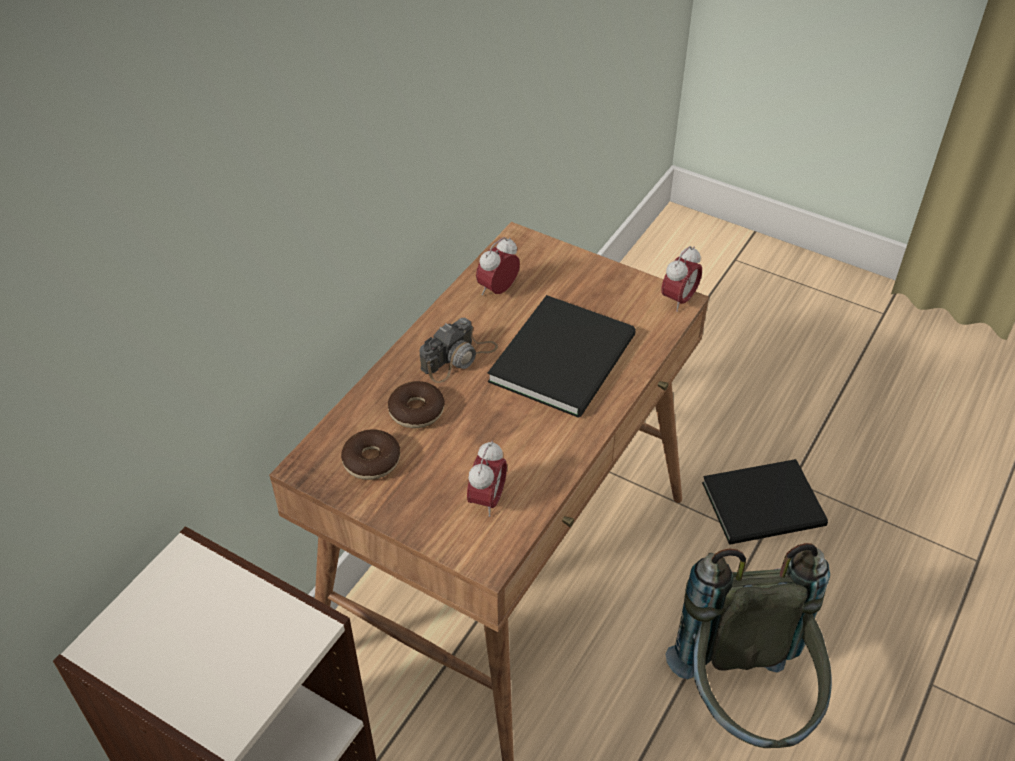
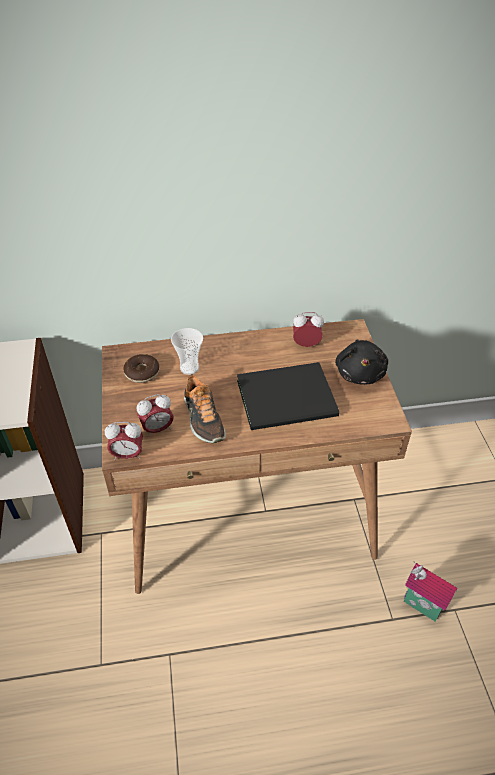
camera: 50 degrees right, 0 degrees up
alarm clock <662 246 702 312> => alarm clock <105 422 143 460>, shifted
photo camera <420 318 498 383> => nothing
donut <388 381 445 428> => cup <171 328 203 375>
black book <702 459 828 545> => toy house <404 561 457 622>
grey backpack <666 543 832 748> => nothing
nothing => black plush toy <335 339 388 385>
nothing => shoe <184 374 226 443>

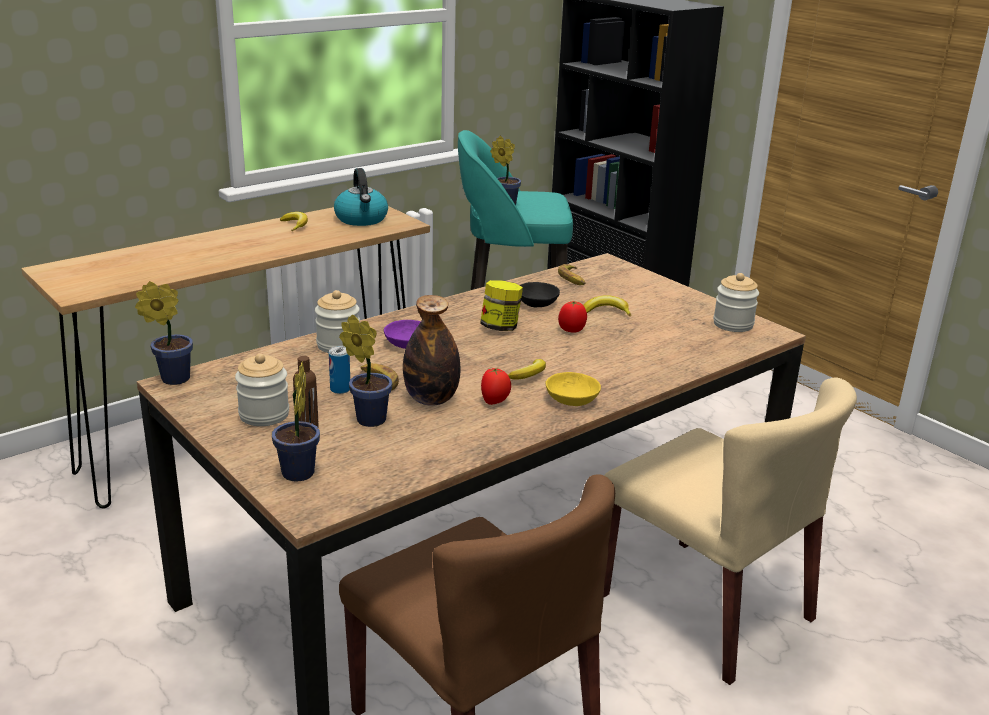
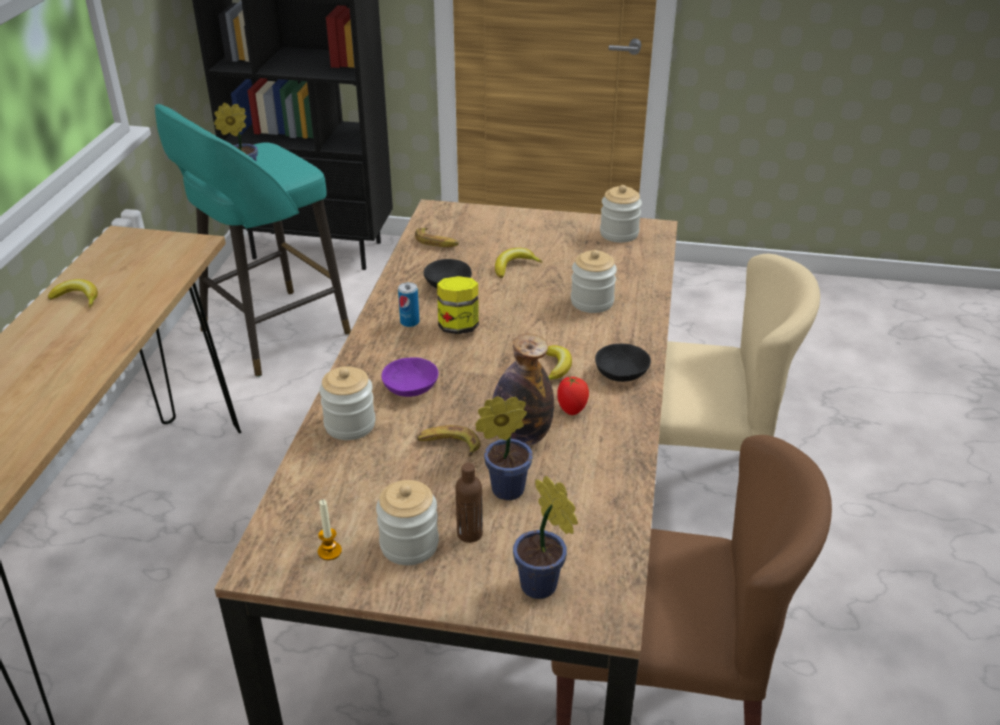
camera: 40 degrees left, 10 degrees up
kettle <334 168 388 226> => nothing
potted plant <135 281 193 385> => nothing
tomato <558 301 587 333> => nothing
can <329 346 350 394> => can <398 282 419 327>, shifted
yellow bowl <545 372 601 406> => black bowl <595 344 651 382>
nothing => jar <571 250 617 313>
nothing => candle <318 499 342 560>

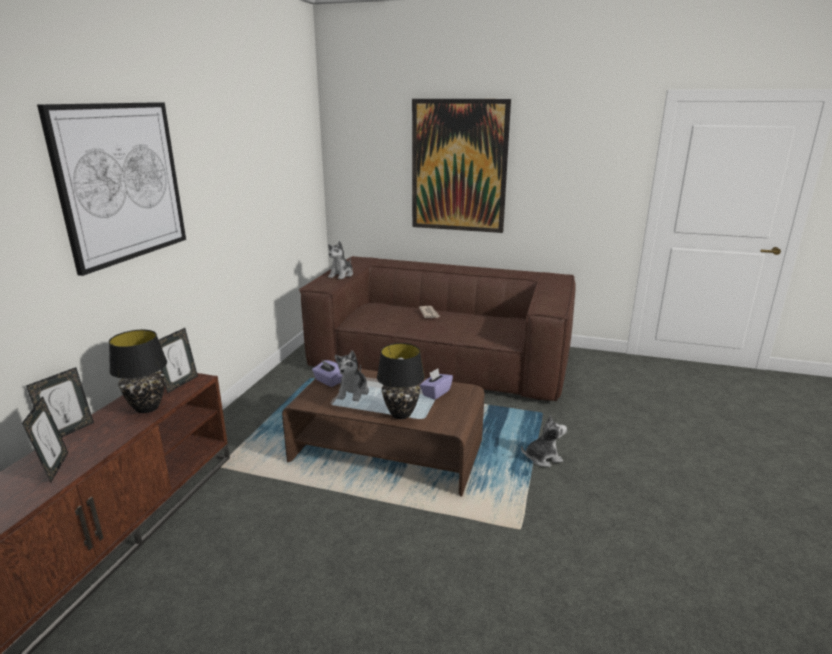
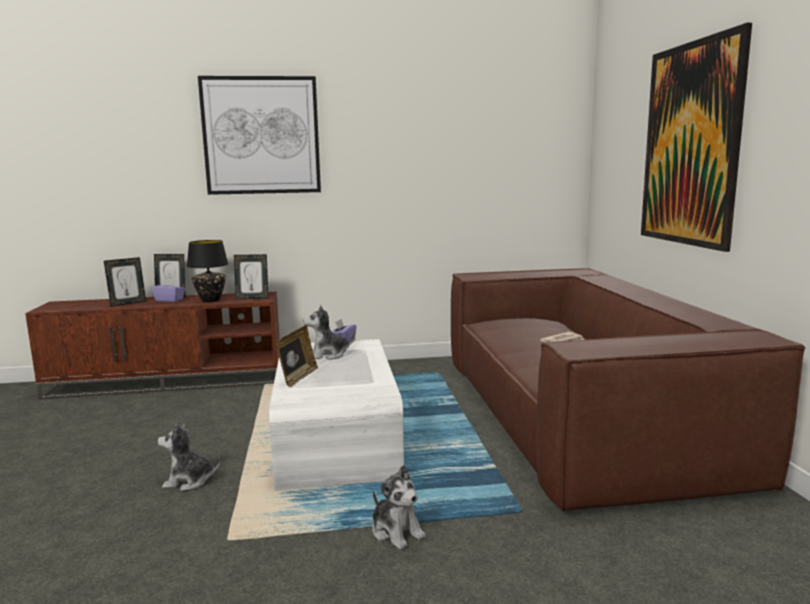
camera: 65 degrees right, 10 degrees down
plush toy <328 241 353 279> => plush toy <158 422 221 491>, shifted
black table lamp <377 343 425 419> => picture frame <276 325 319 387>
brown coffee table <282 368 485 497> => white coffee table <269 339 404 491>
purple tissue box <420 369 453 400> => purple tissue box <151 278 185 302>, shifted

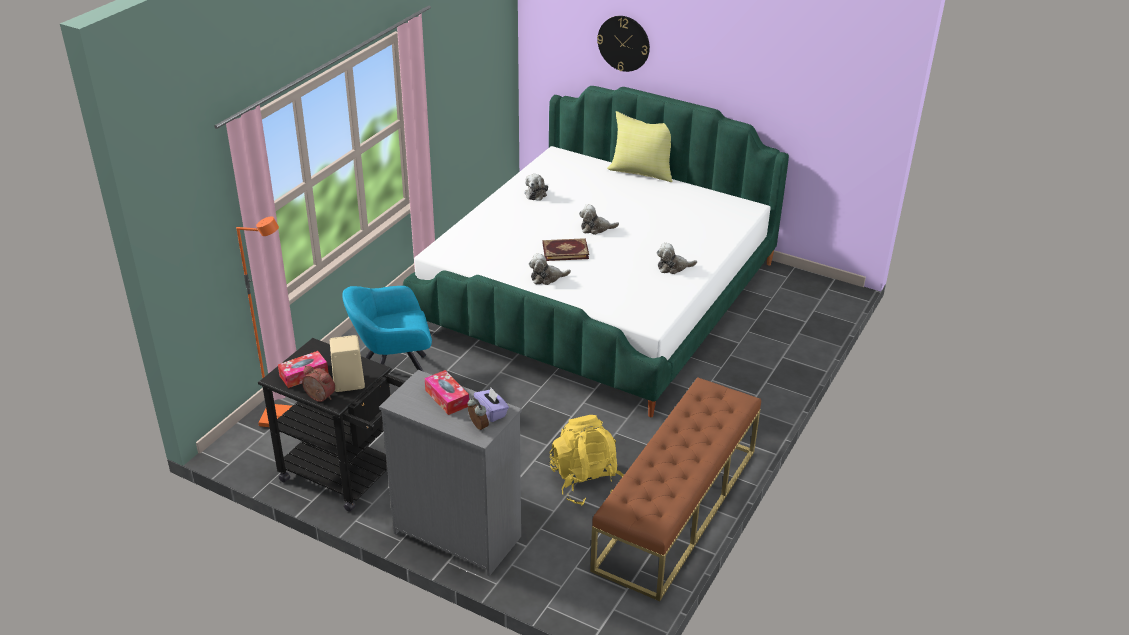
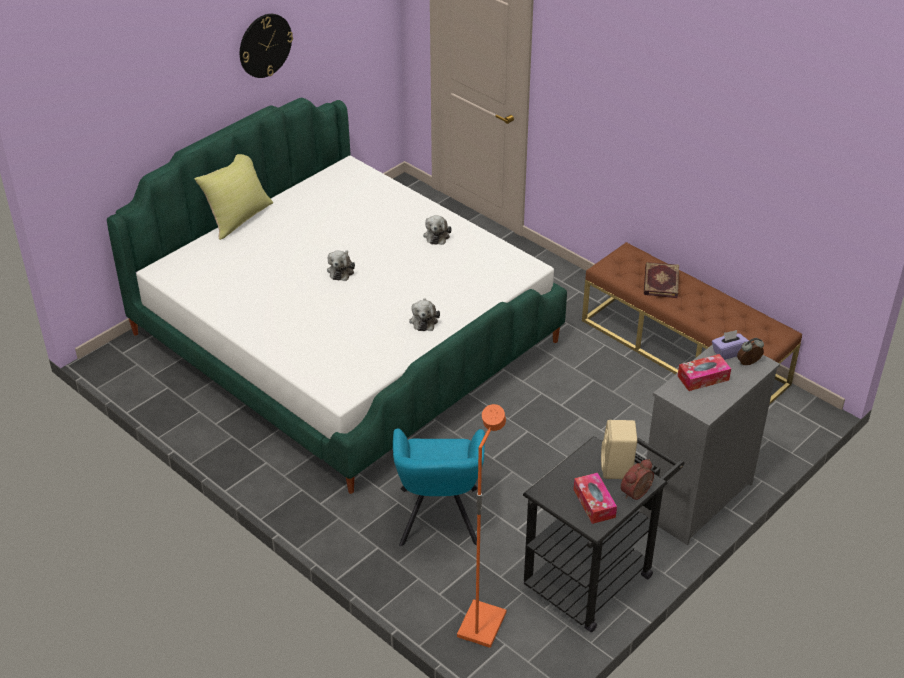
camera: 75 degrees left, 5 degrees up
wall clock <597 16 650 72> => wall clock <240 14 293 78>, shifted
plush toy <524 174 548 201> => nothing
book <543 238 589 261> => book <644 262 679 298>, shifted
yellow backpack <549 415 624 506> => nothing

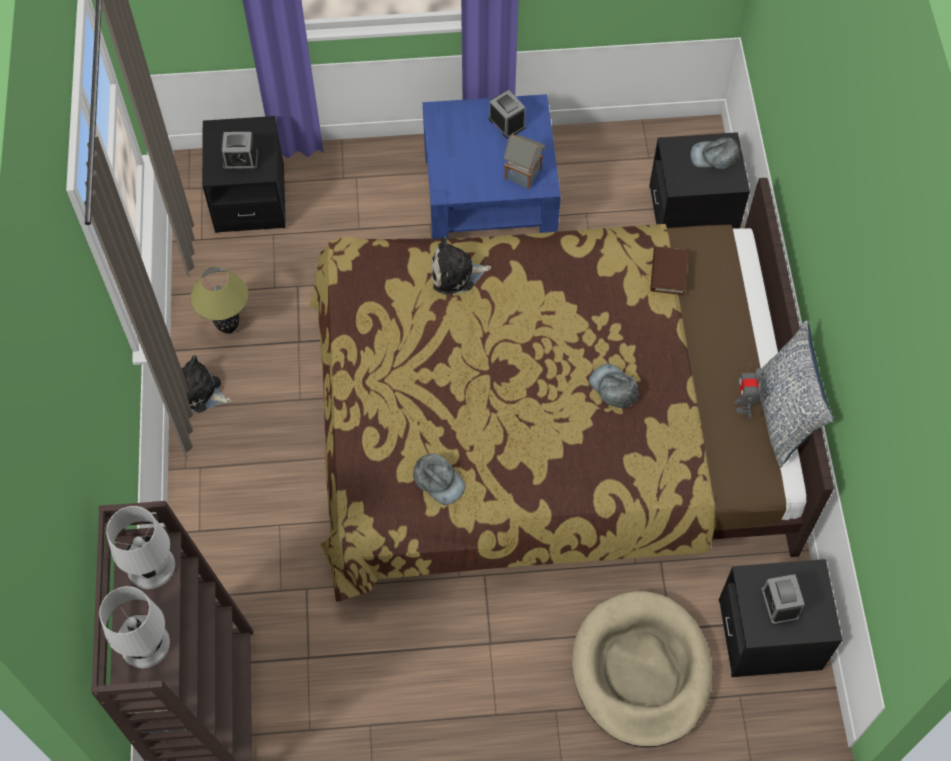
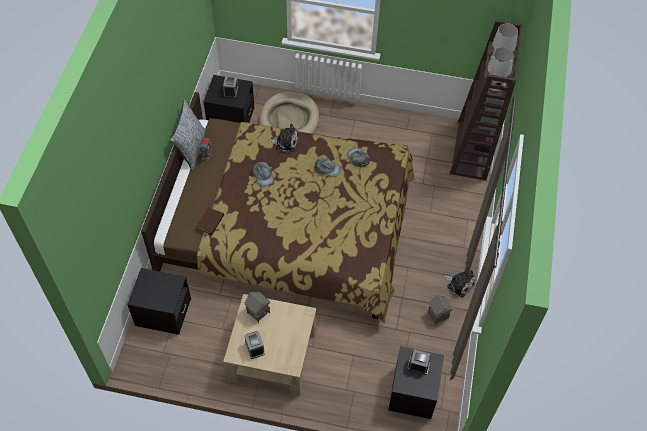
camera: 165 degrees left, 5 degrees down
blue coffee table <423 94 561 239> => beige coffee table <223 294 316 396>
grey cap <690 138 740 169> => grey cap <314 157 341 177>, shifted
plush toy <432 236 491 295> => plush toy <268 124 299 152>, shifted
table lamp <191 266 248 334> => toy house <428 295 453 324>

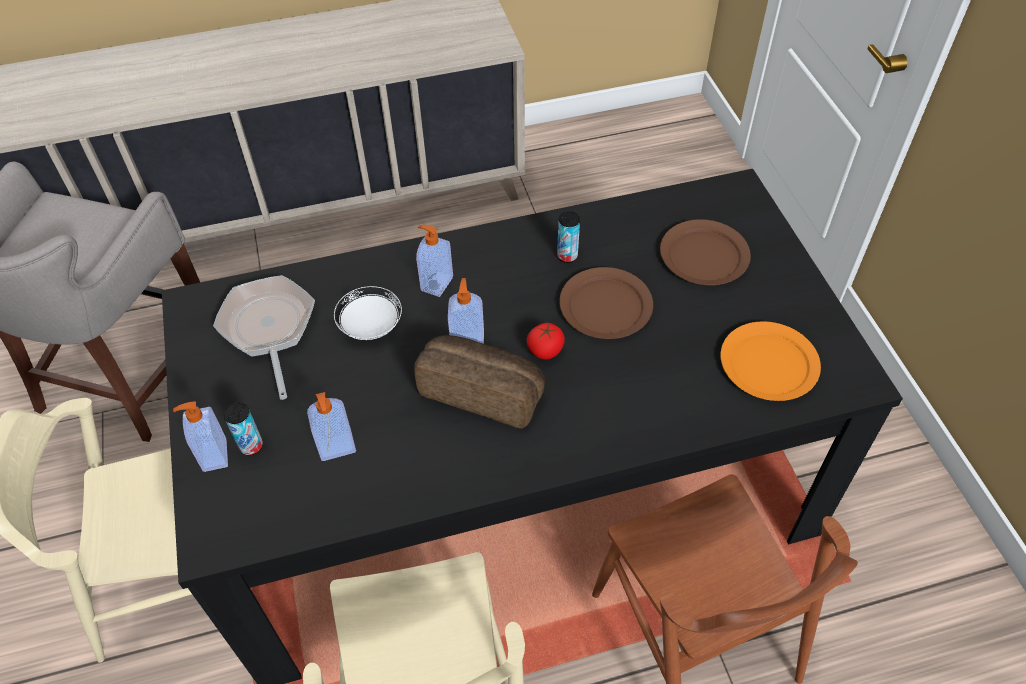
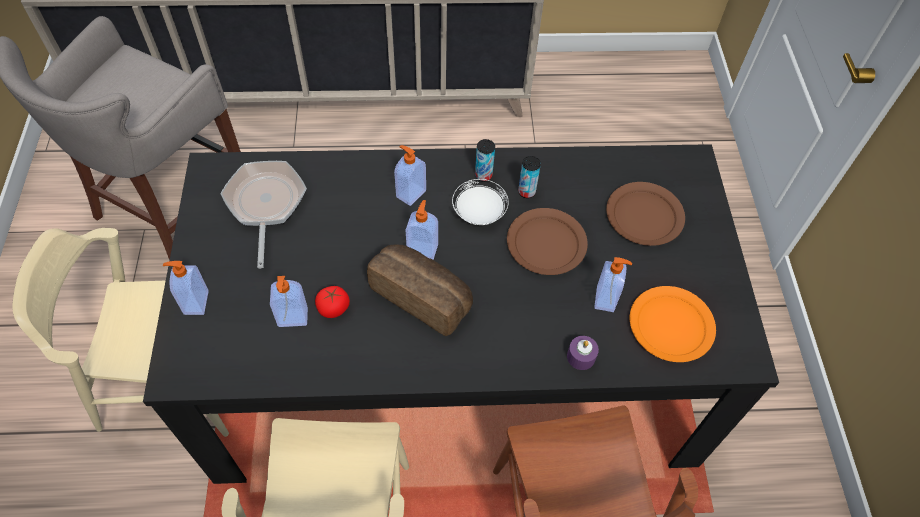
camera: 10 degrees right, 5 degrees up
white plate <334 286 402 340> => white plate <452 179 509 225>, shifted
tomato <526 323 565 359> => tomato <315 286 350 318>, shifted
can <223 402 263 455> => can <475 139 495 182>, shifted
nothing => soap dispenser <594 257 632 312>
nothing => purple candle <567 336 599 370>

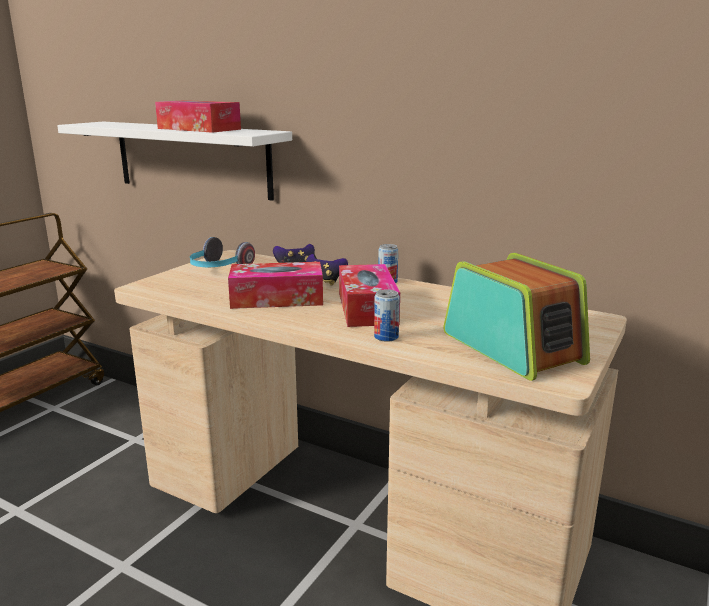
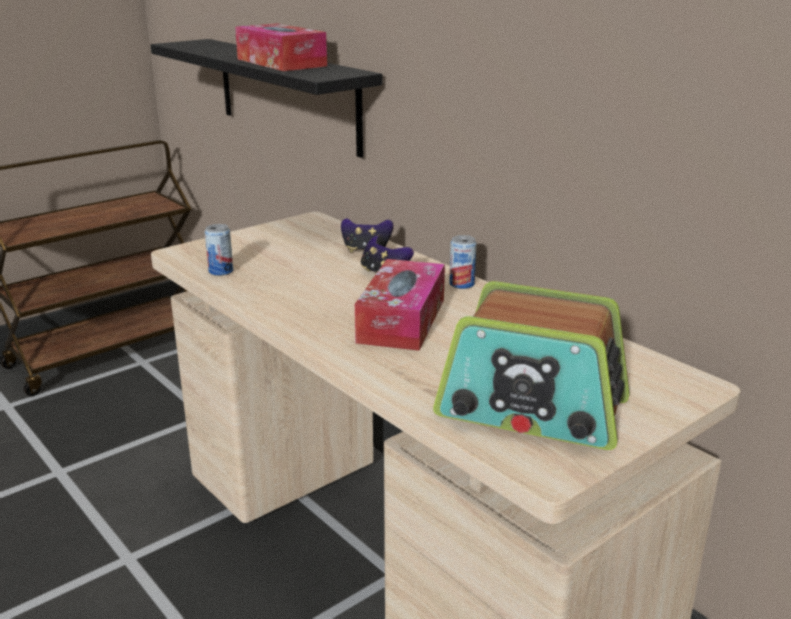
camera: 20 degrees right, 5 degrees up
white shelf <57 122 292 201> => black shelf <150 39 383 158>
headphones <190 237 255 267> => nothing
radio <444 253 590 381> => radio <433 281 630 450>, 120 degrees clockwise
tissue box <228 262 323 309> => nothing
can <374 289 400 342> => can <205 224 233 276>, shifted

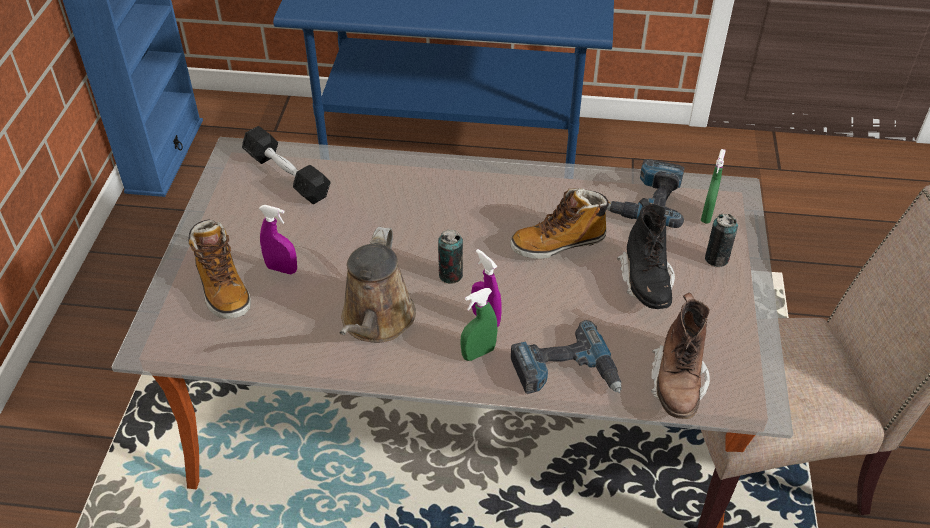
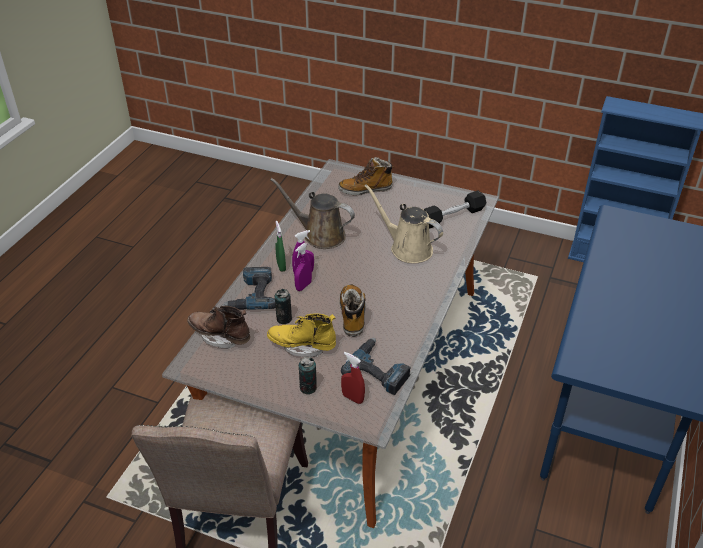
camera: 105 degrees right, 5 degrees down
green spray bottle <701 149 726 223> => red spray bottle <341 352 365 404>
black boot <617 198 675 309> => yellow boot <267 313 336 357>
purple spray bottle <259 205 297 274> => purple spray bottle <294 243 312 291>, shifted
can <438 230 463 284> => can <275 289 292 324>, shifted
nothing => beige watering can <365 184 443 263>

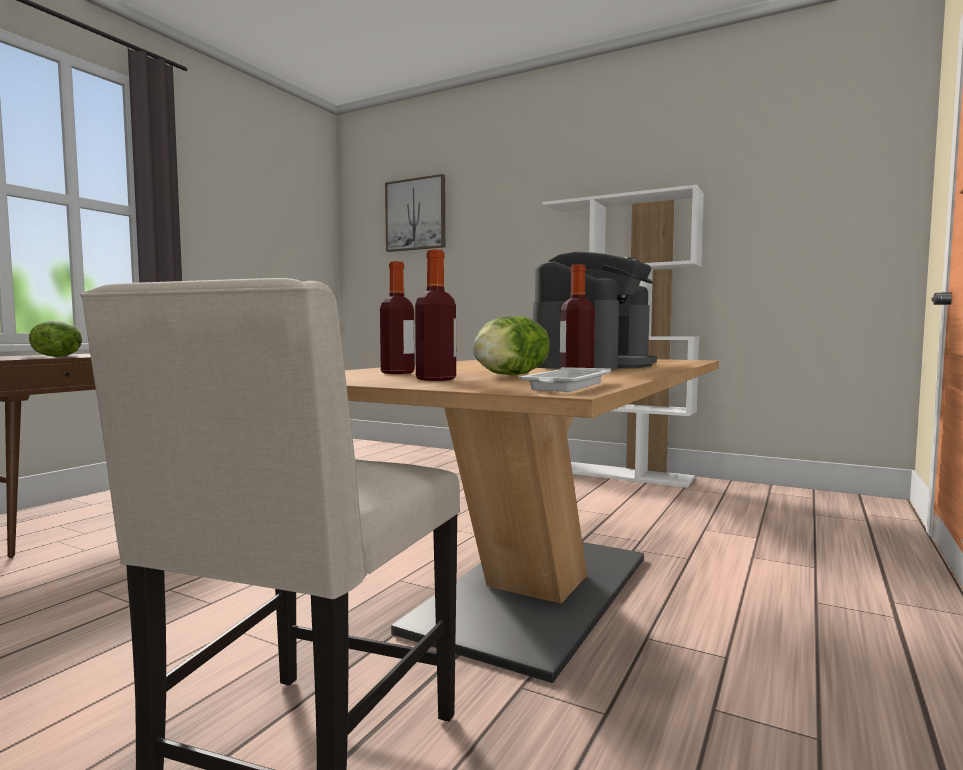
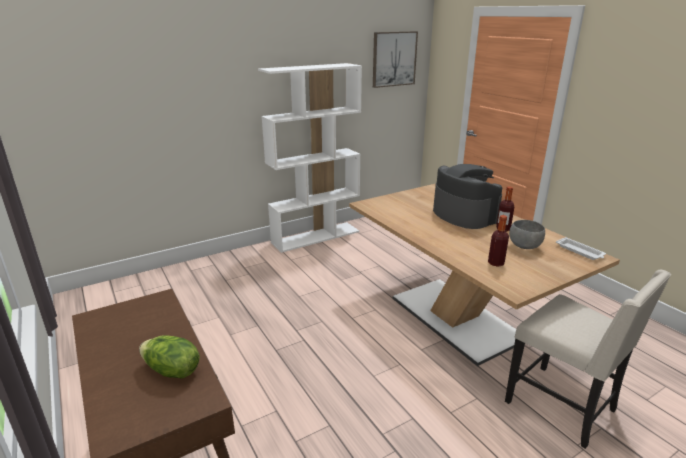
camera: 60 degrees left, 20 degrees up
picture <385 174 445 252> => picture <373 31 418 88>, shifted
bottle <415 250 456 381> => nothing
lettuce <473 315 550 376> => grey bowl <509 220 545 249>

